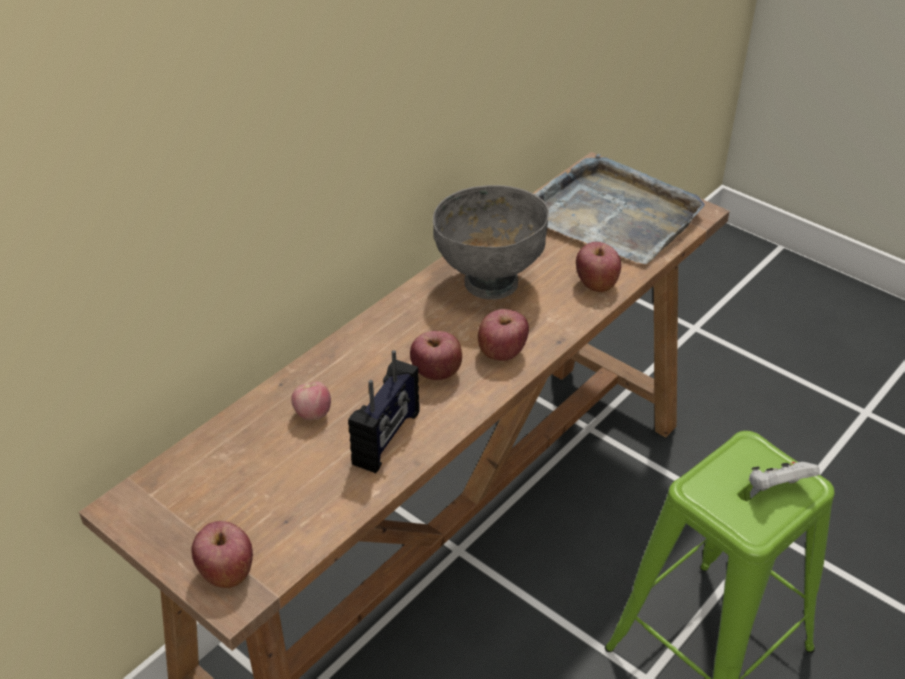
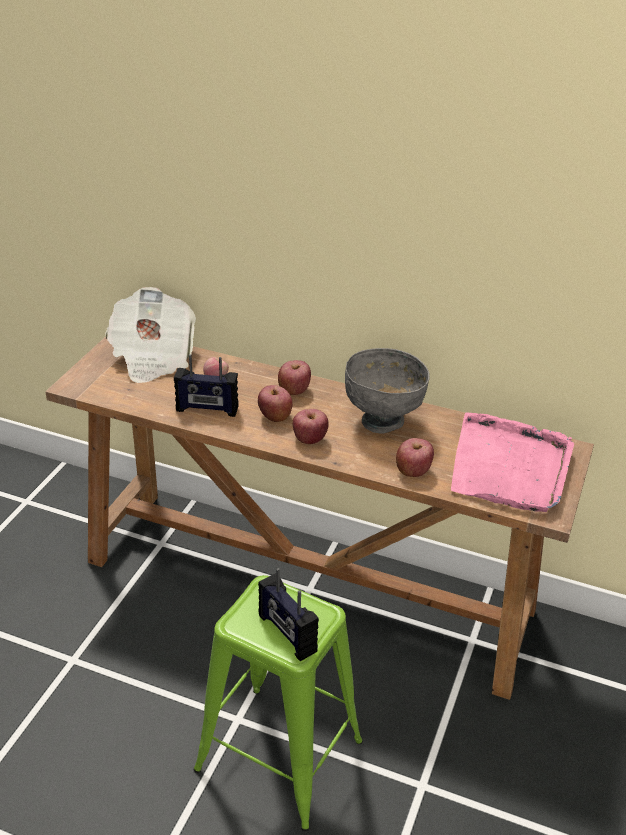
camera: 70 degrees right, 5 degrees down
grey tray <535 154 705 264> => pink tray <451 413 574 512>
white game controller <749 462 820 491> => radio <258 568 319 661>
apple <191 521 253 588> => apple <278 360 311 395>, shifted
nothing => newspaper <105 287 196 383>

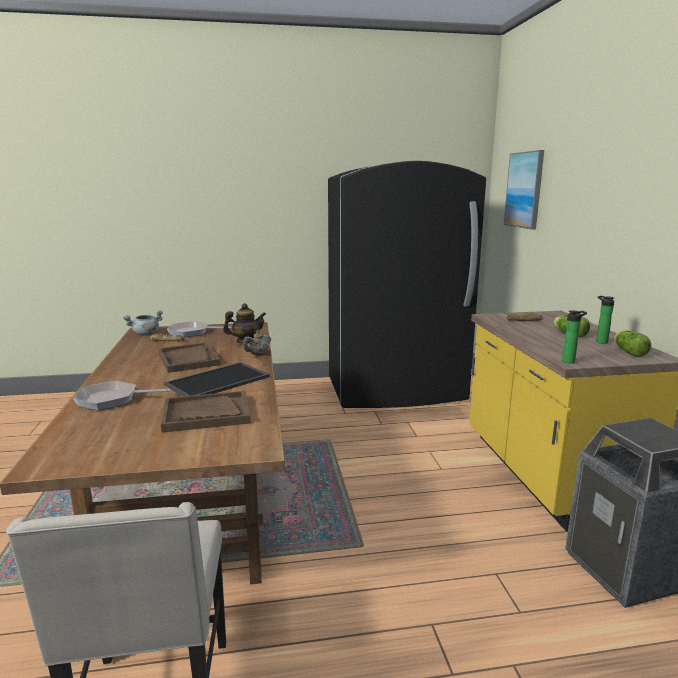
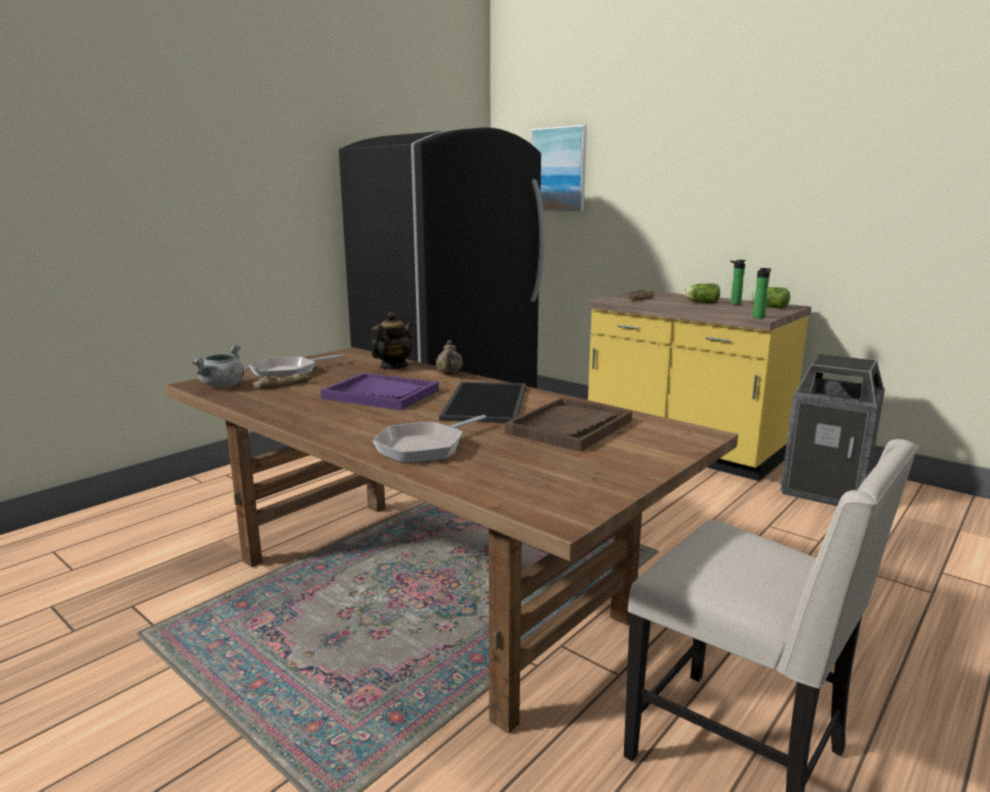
camera: 40 degrees left, 0 degrees up
brown tray <158 342 220 373> => purple tray <321 373 439 410>

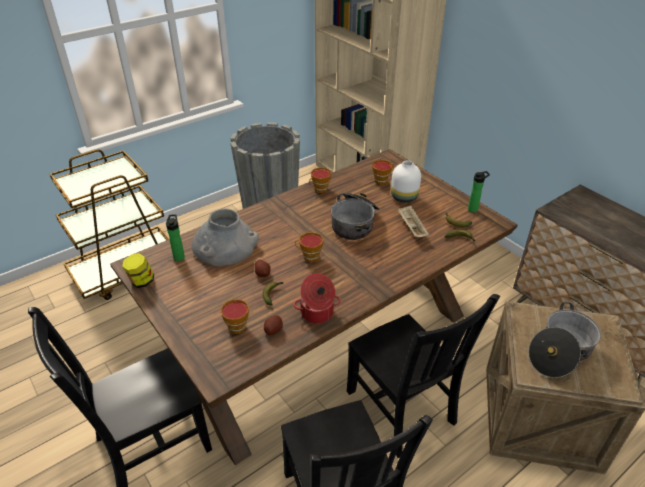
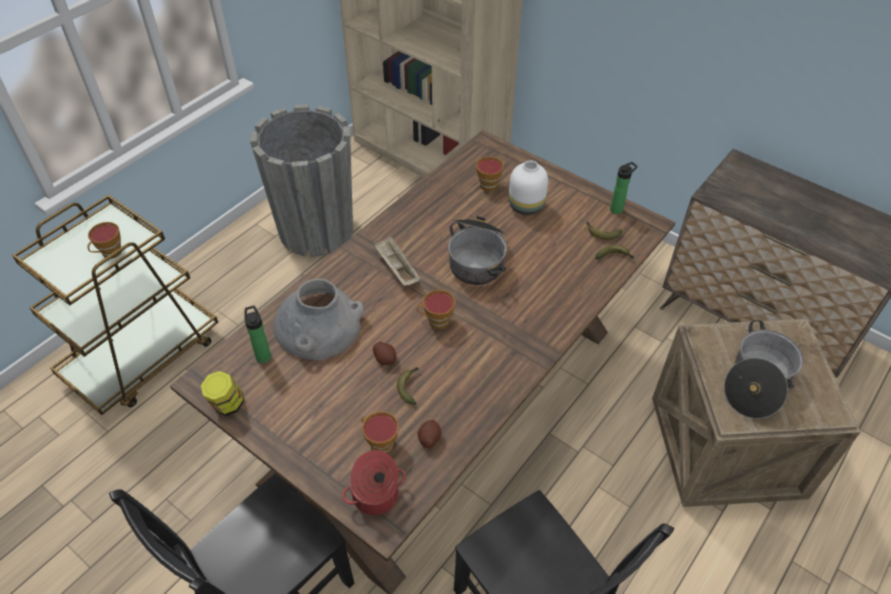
camera: 15 degrees left, 10 degrees up
cup <309 167 332 193> => cup <88 222 122 259>, shifted
beige tray <397 205 429 237> => beige tray <374 236 421 286>, shifted
cooking pot <294 273 341 324> => cooking pot <342 450 406 515>, shifted
black chair <347 294 500 458> => nothing

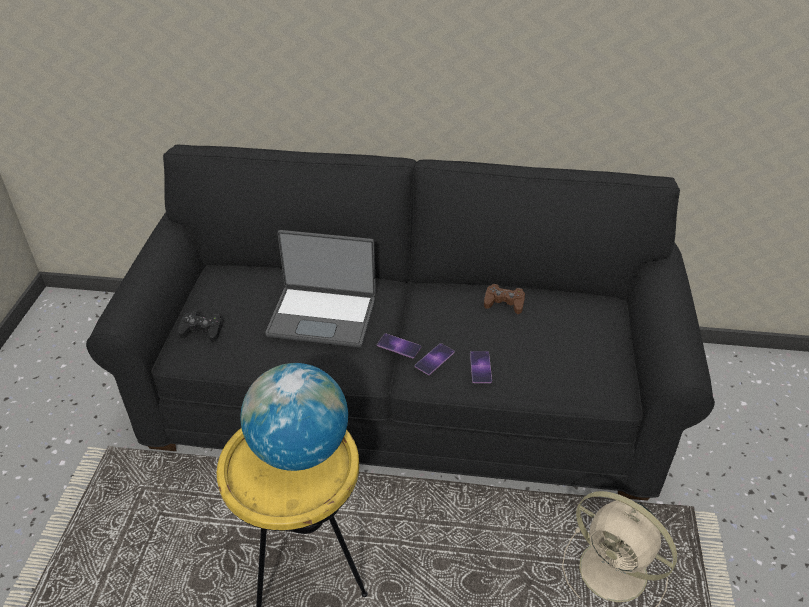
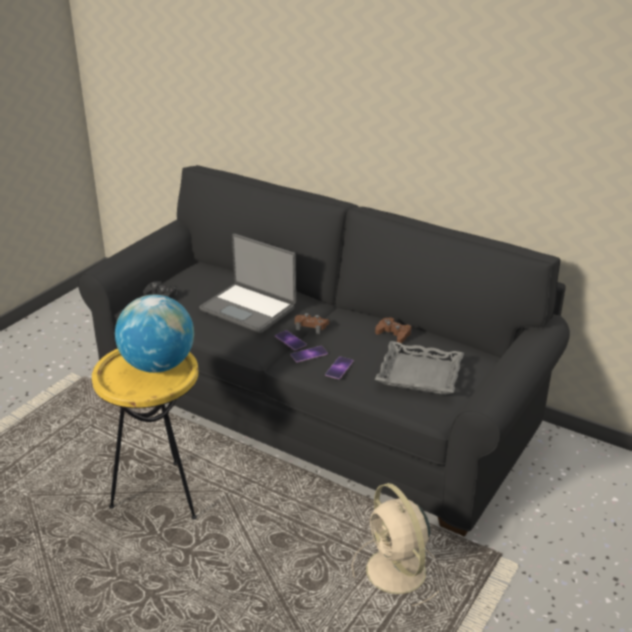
camera: 25 degrees right, 10 degrees down
nothing => brown game controller <295 313 329 334>
nothing => grey tray <375 341 464 395>

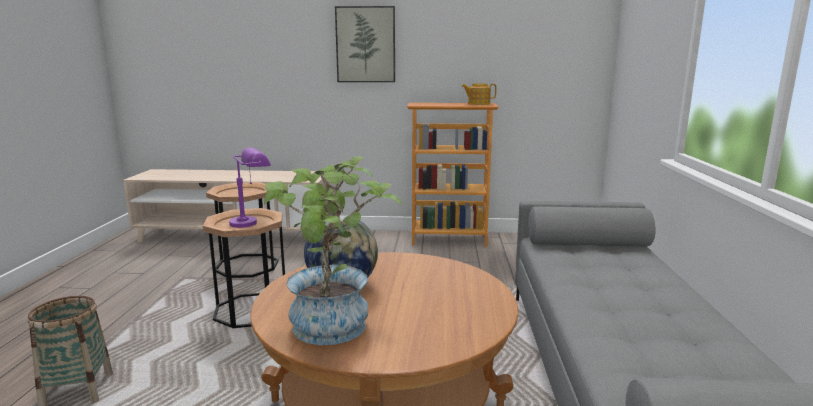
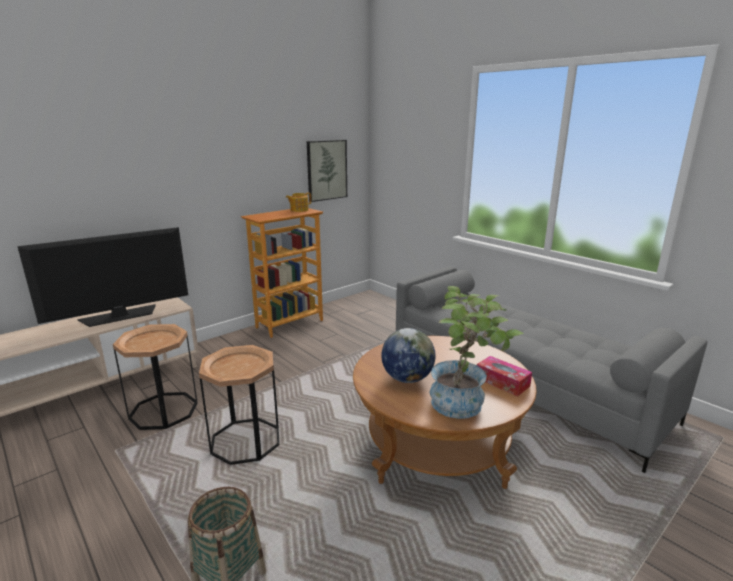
camera: 45 degrees left, 5 degrees up
picture <335 6 395 82> => picture <307 140 347 202>, shifted
purple table lamp <229 147 271 228> => nothing
nothing => television <17 227 188 327>
nothing => tissue box <477 356 532 396>

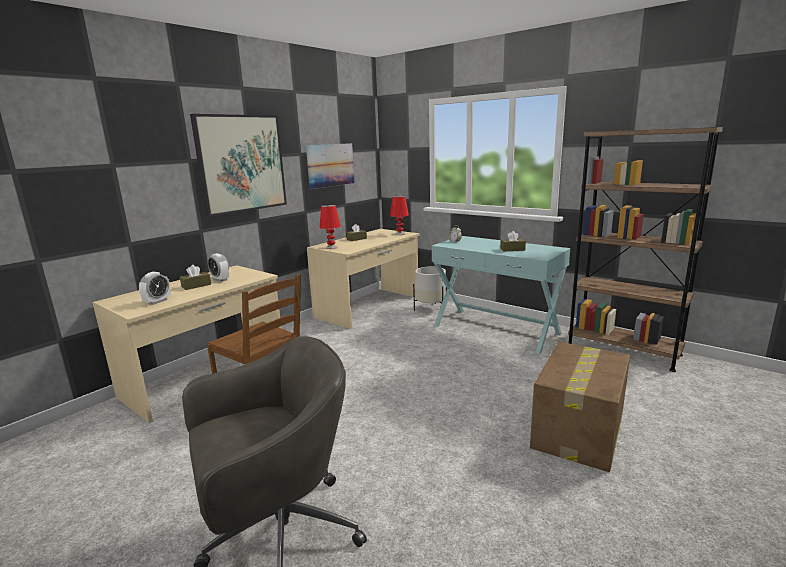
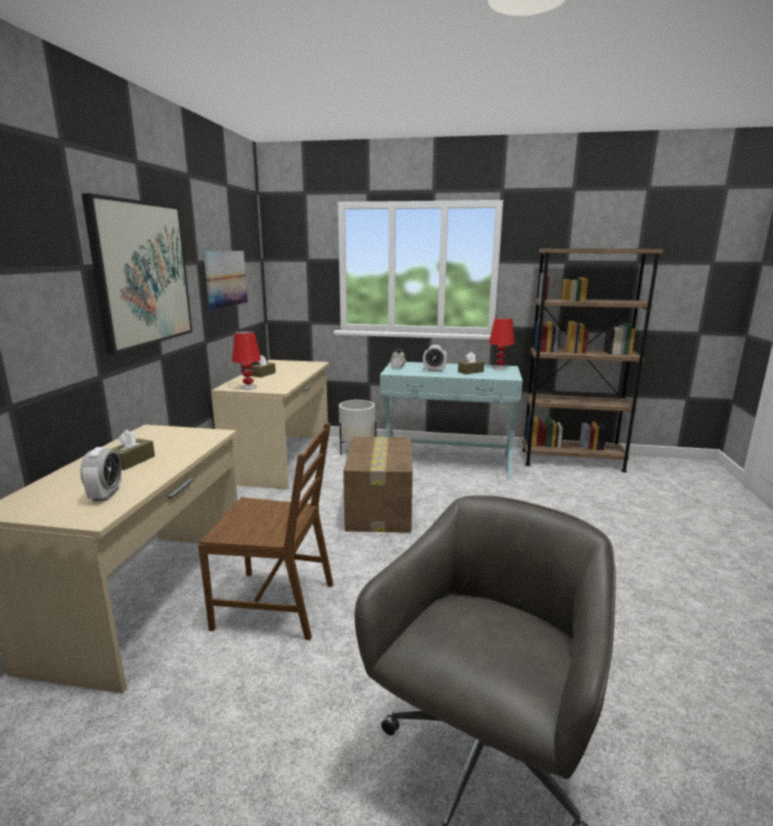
camera: 30 degrees left, 0 degrees up
red table lamp <390 196 409 235> => red table lamp <489 317 515 370>, shifted
alarm clock <208 253 229 282> => alarm clock <423 345 447 372>, shifted
cardboard box <530 342 630 472> => cardboard box <343 437 413 533>, shifted

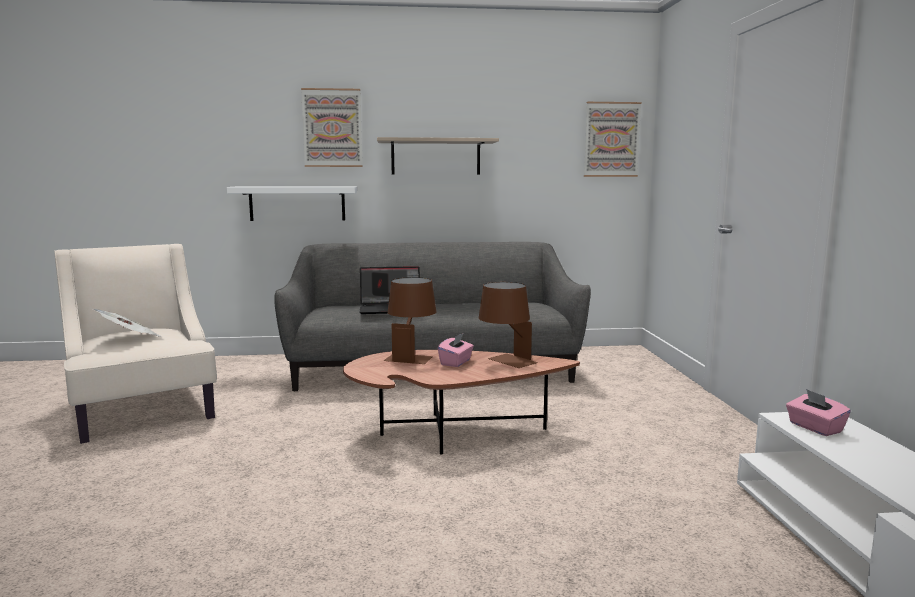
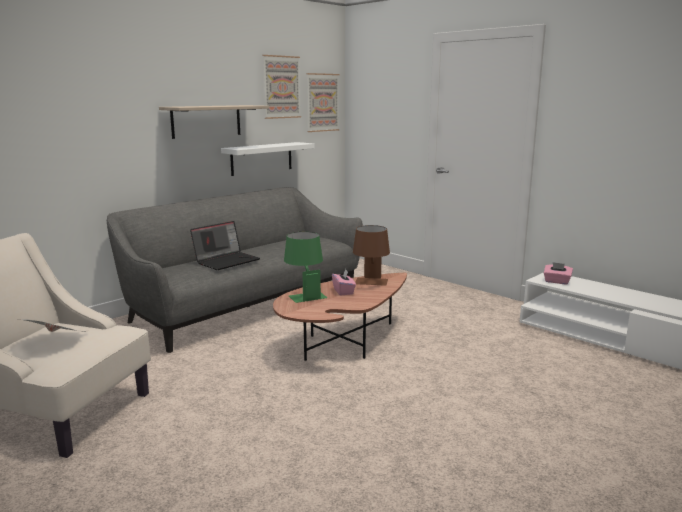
camera: 40 degrees left, 5 degrees up
picture <301 88 363 167> => picture <263 55 301 119>, shifted
white shelf <227 186 357 221> => white shelf <221 142 315 176>, shifted
brown table lamp <384 277 437 364> => green table lamp <284 232 327 303>

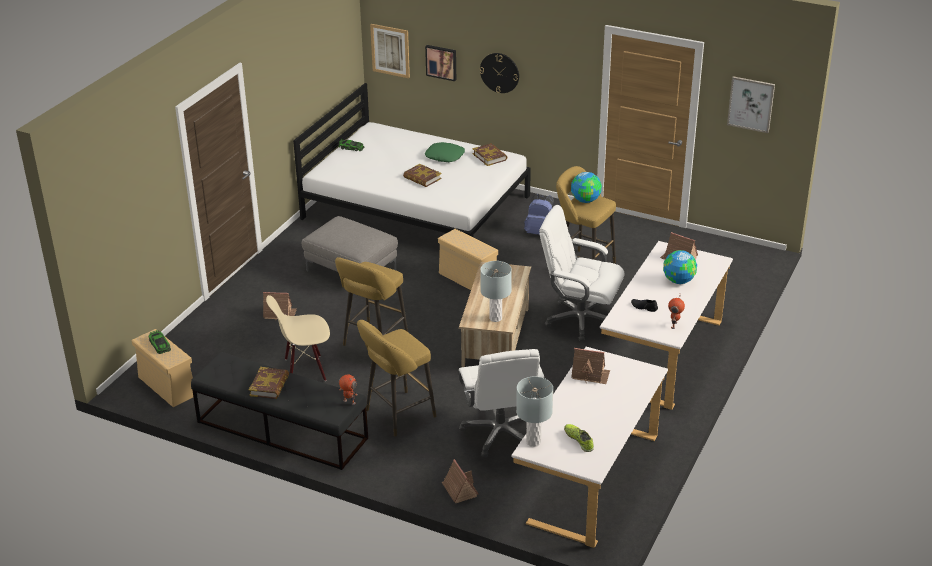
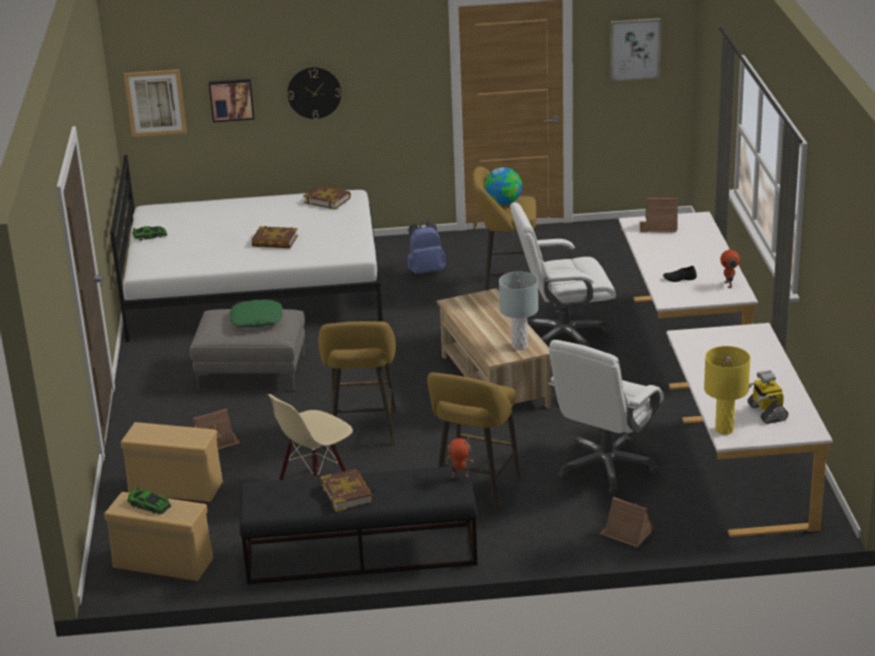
camera: 30 degrees left, 5 degrees down
green pillow <425 142 465 162> => green pillow <229 300 283 327>, shifted
beige storage box <438 229 498 290> => beige storage box <121 422 223 502>, shifted
globe <663 250 697 284> => nothing
toy house <571 348 610 384> => nothing
white office chair <459 349 544 457> => white office chair <548 340 664 494>, 75 degrees clockwise
grey table lamp <516 377 553 447> => yellow table lamp <704 346 751 435>
shoe <564 424 594 452> => toy robot <747 370 788 424>

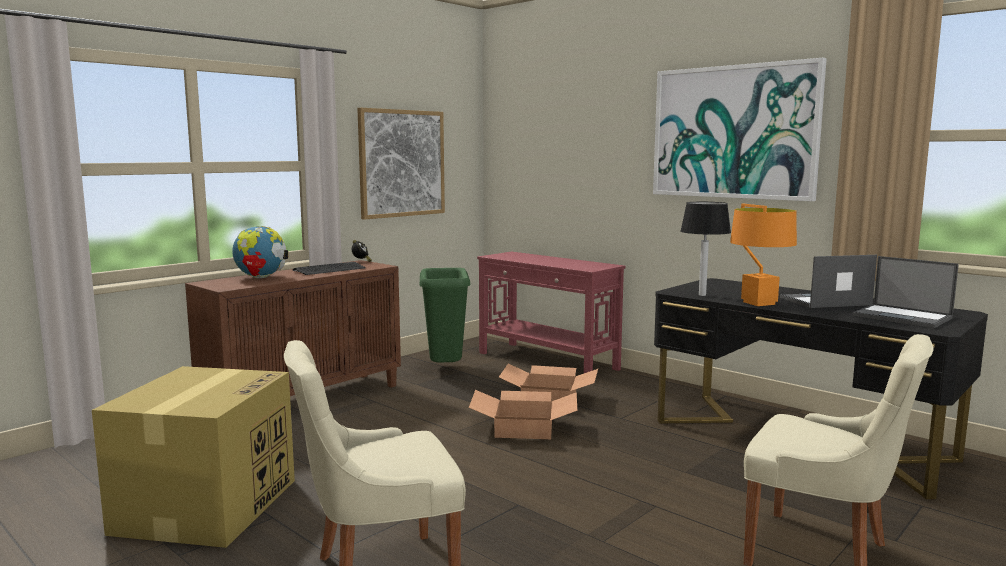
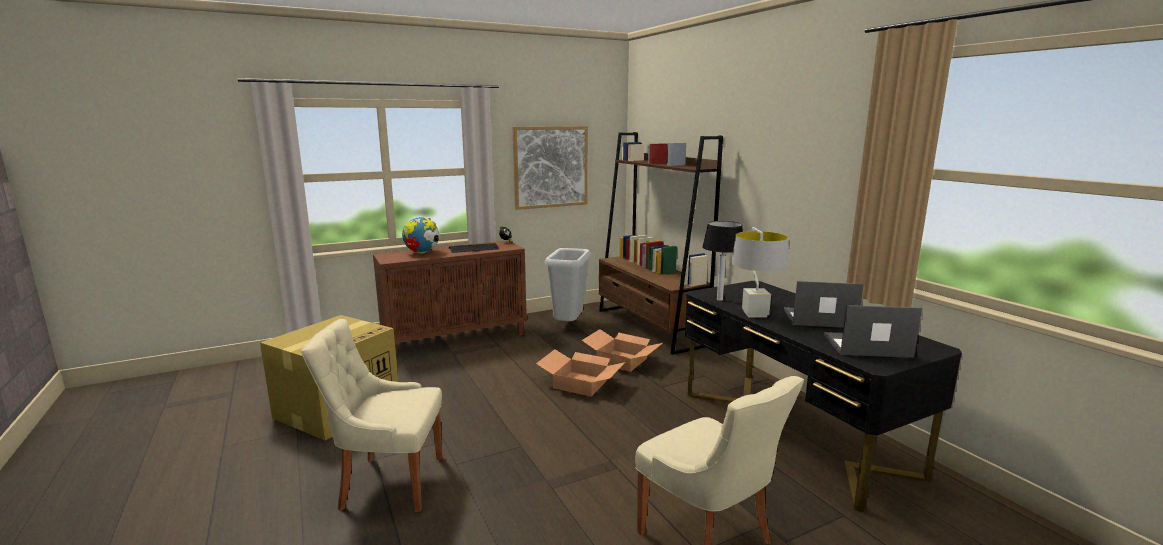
camera: 20 degrees right, 5 degrees up
picture <653 58 827 201> => nothing
orange table lamp <730 204 797 306> => grey table lamp <731 227 788 317>
red console table <477 252 625 373> => brown bookcase <599 132 723 355>
laptop <853 256 959 328> => laptop <824 305 922 358>, 120 degrees clockwise
green trash can <420 268 470 362> => grey trash can <545 248 591 321>

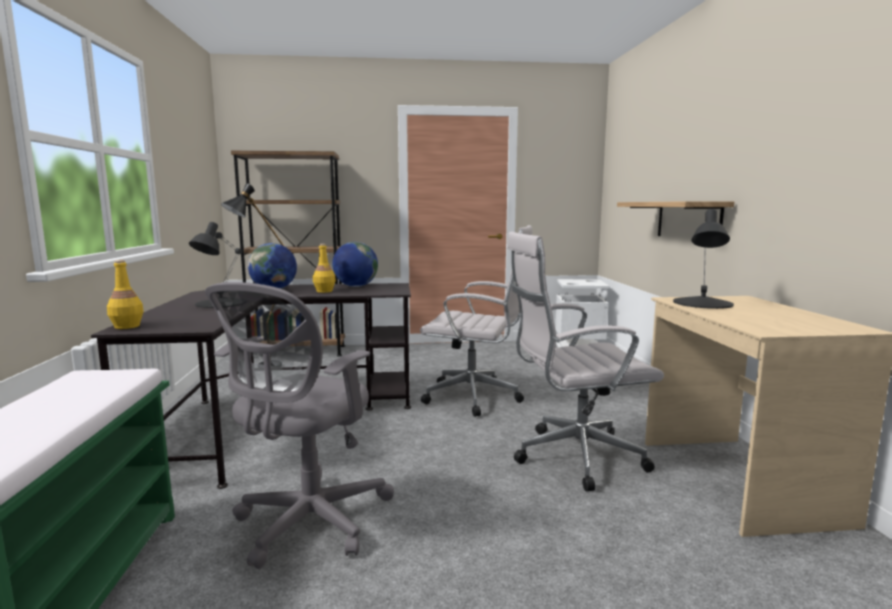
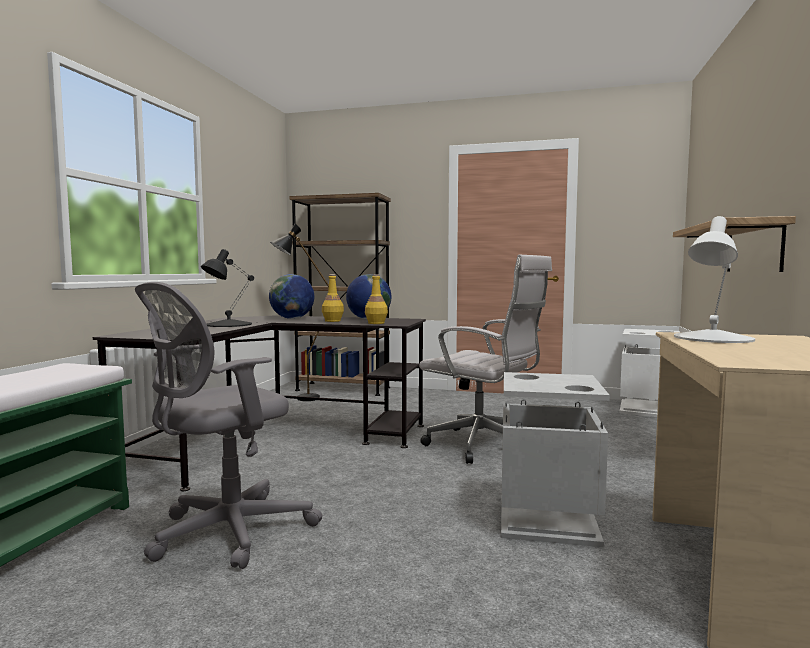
camera: 20 degrees right, 5 degrees down
black table lamp <673 209 734 309> => white table lamp <674 216 755 343>
white office chair <507 231 664 491> => grey trash can <501 372 610 547>
yellow bottle <107 260 144 329> => yellow bottle <365 275 388 324>, shifted

